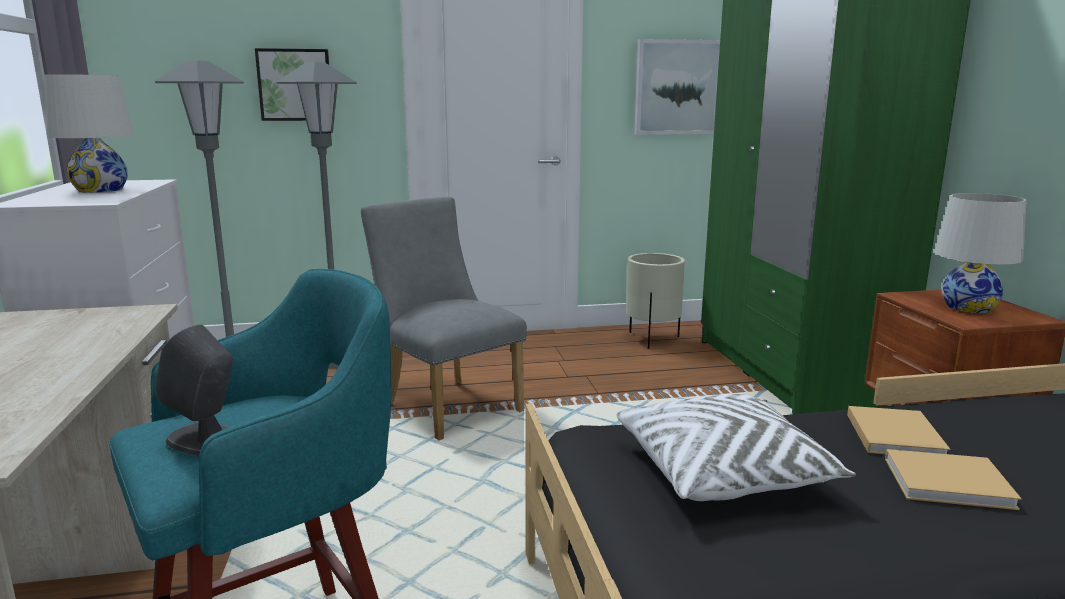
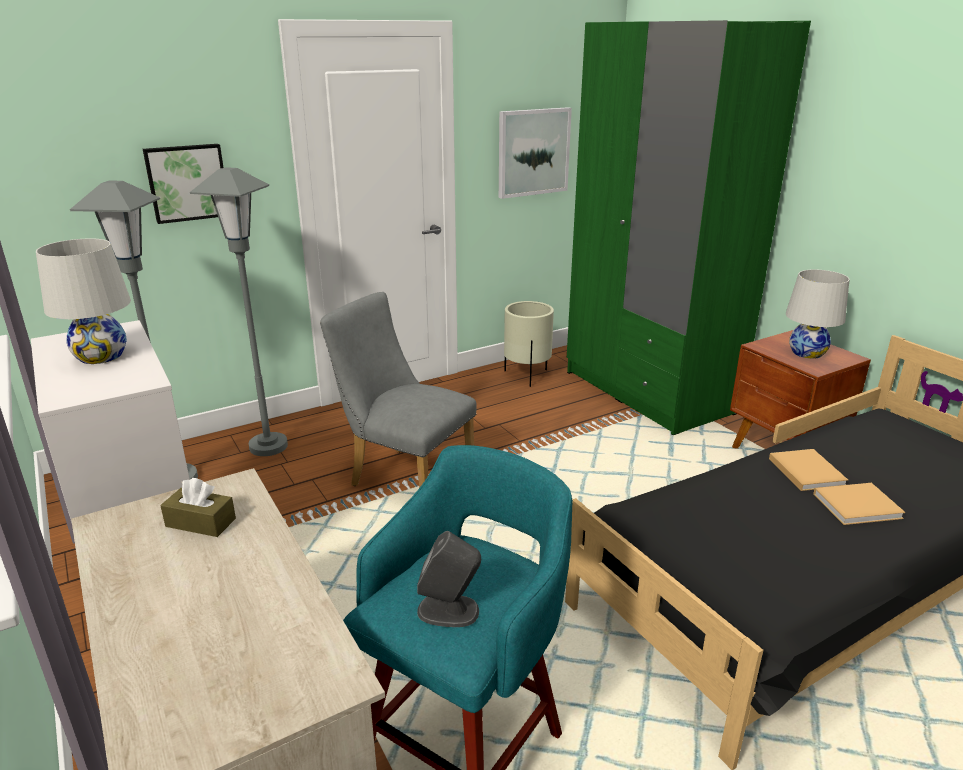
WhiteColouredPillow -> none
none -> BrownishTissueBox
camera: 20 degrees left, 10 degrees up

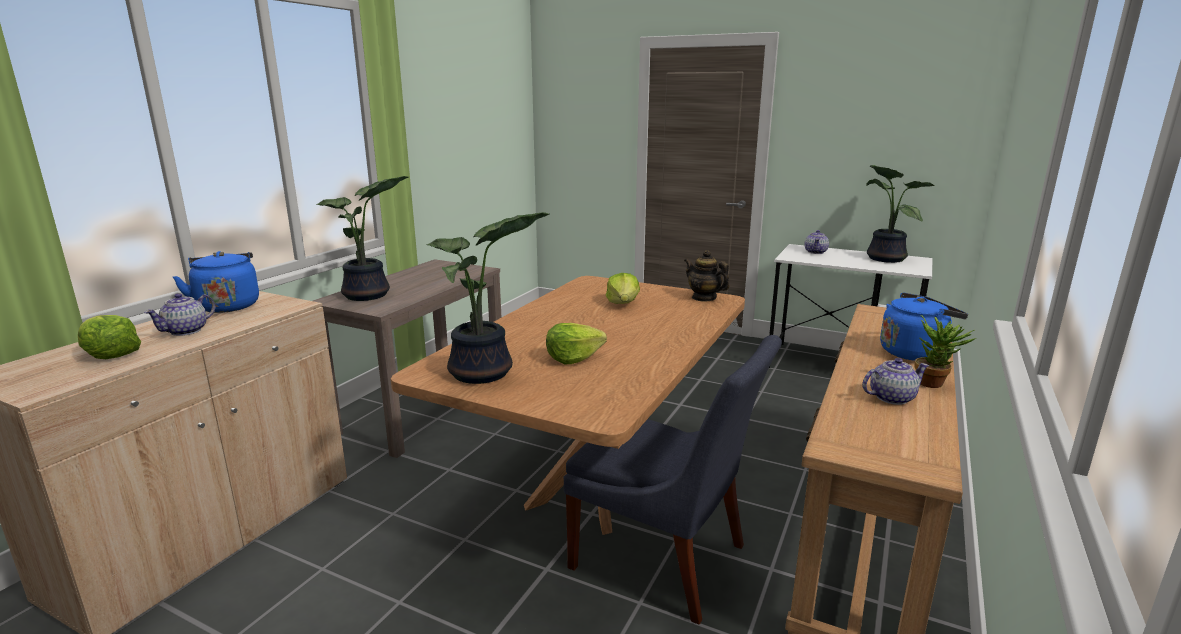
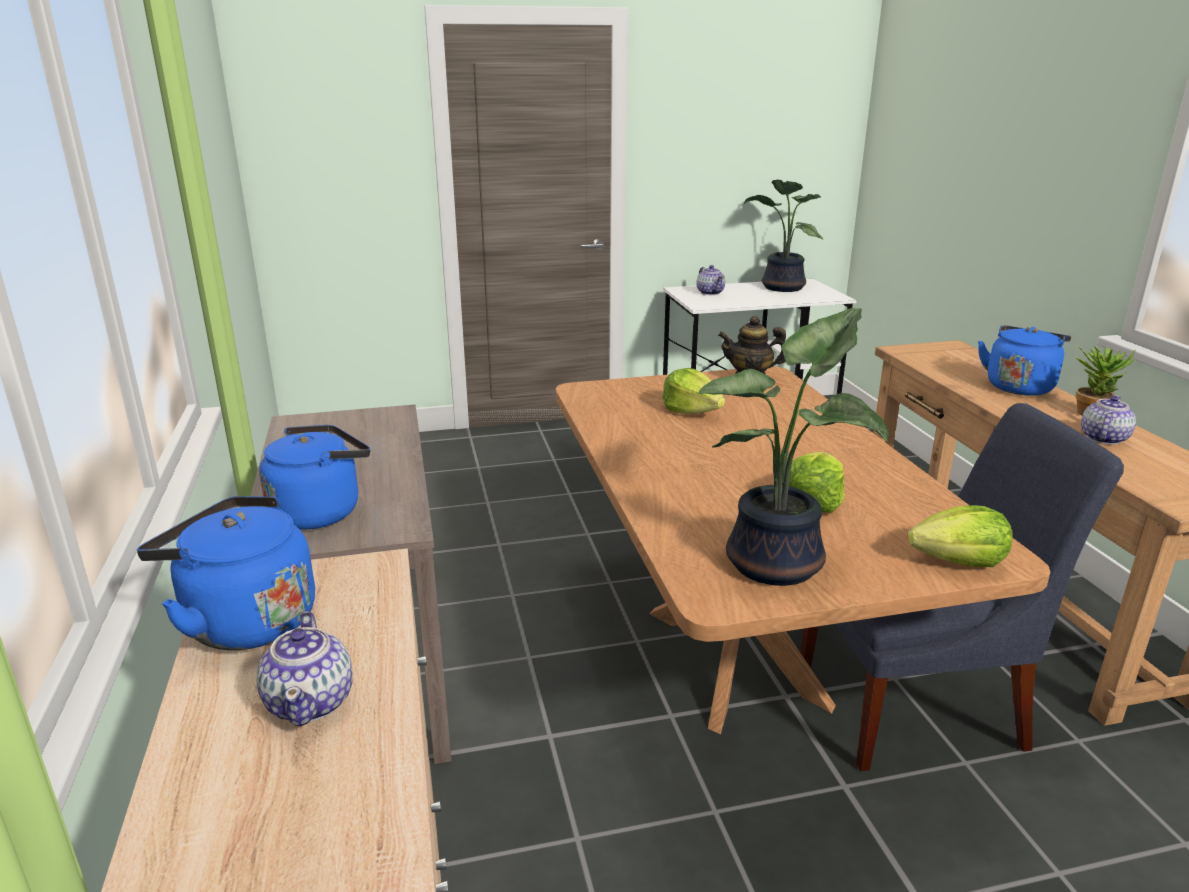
HeadOfLettuce (1st from left in the first image) -> HeadOfLettuce (3rd from left), moved
PlantInAPot (1st from left) -> BlueColouredTeaKettle (2nd from left)
camera: 40 degrees left, 5 degrees up

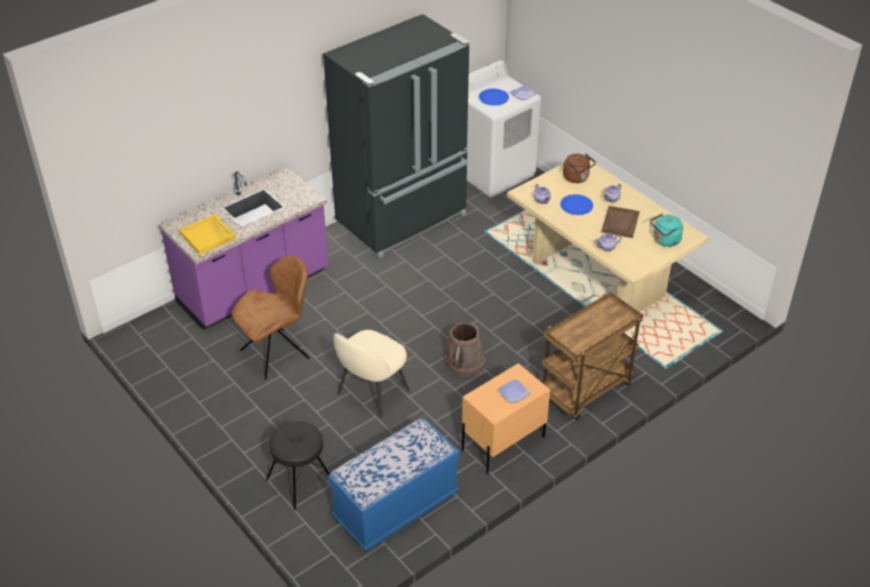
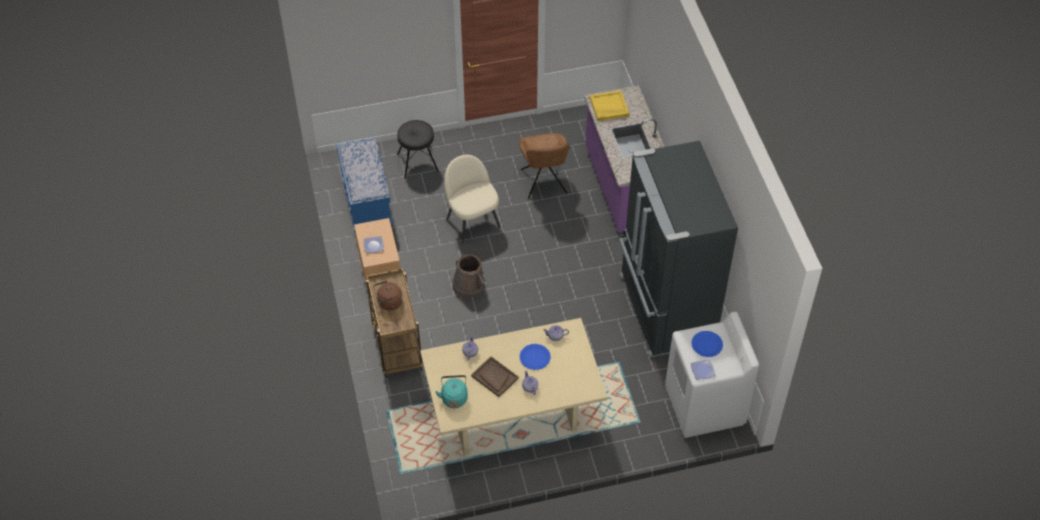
BrownishTeaKettle, moved
camera: 115 degrees right, 10 degrees up

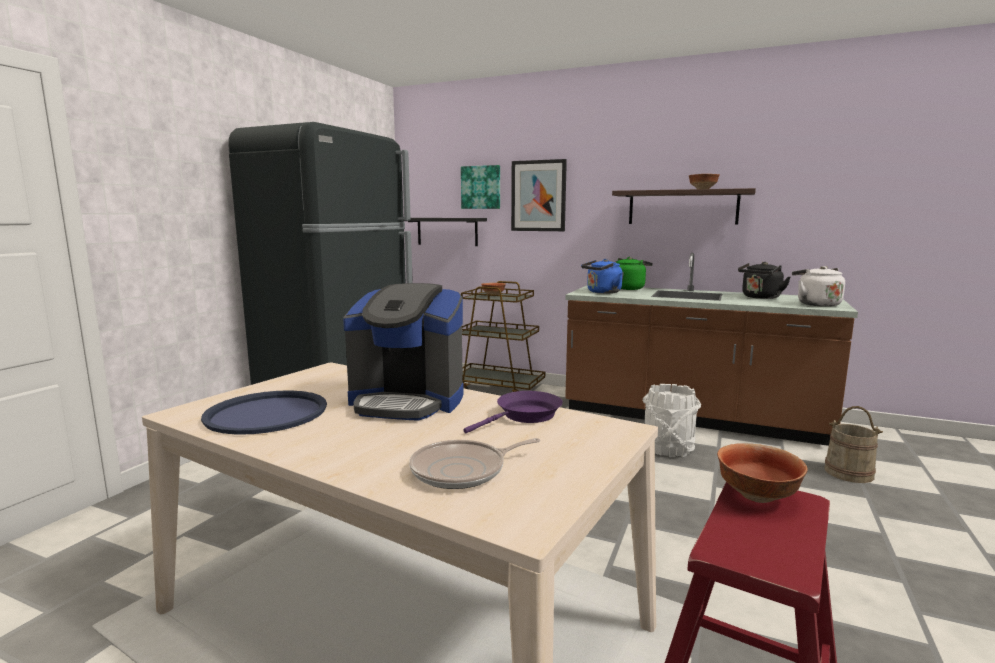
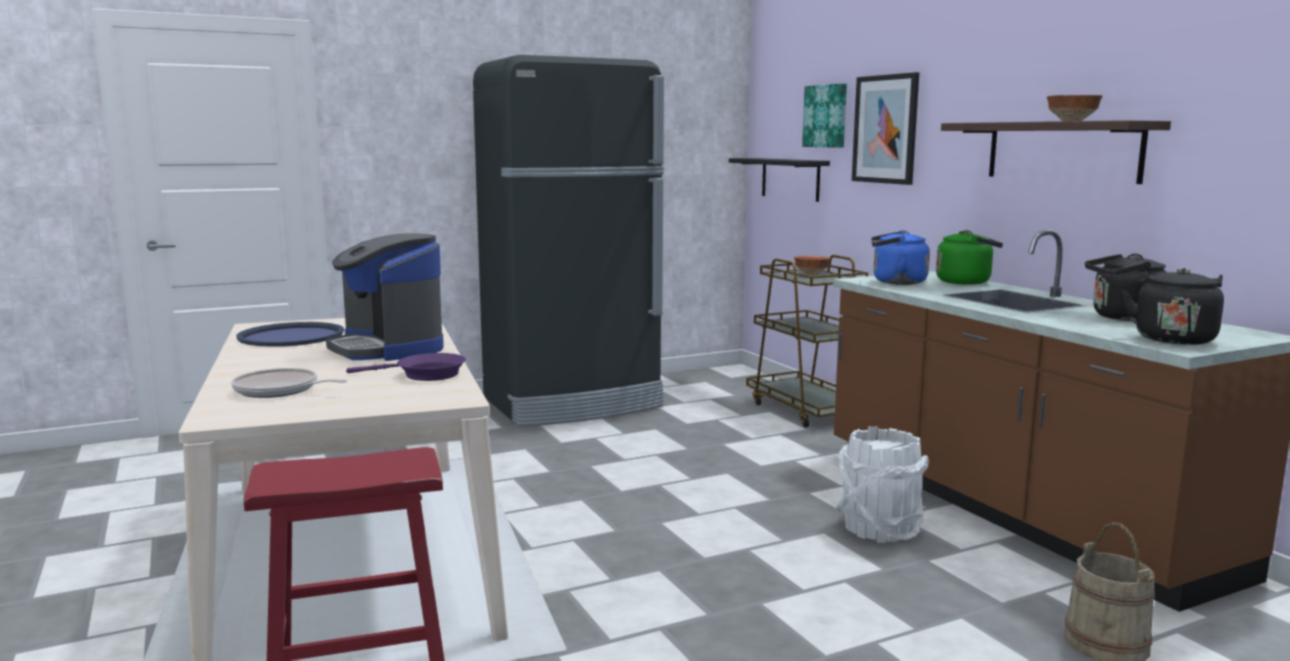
Bowl (3rd from left) -> none
WhiteColouredTeaKettle -> BlackTeaKettle (2nd from left)
camera: 40 degrees right, 0 degrees up

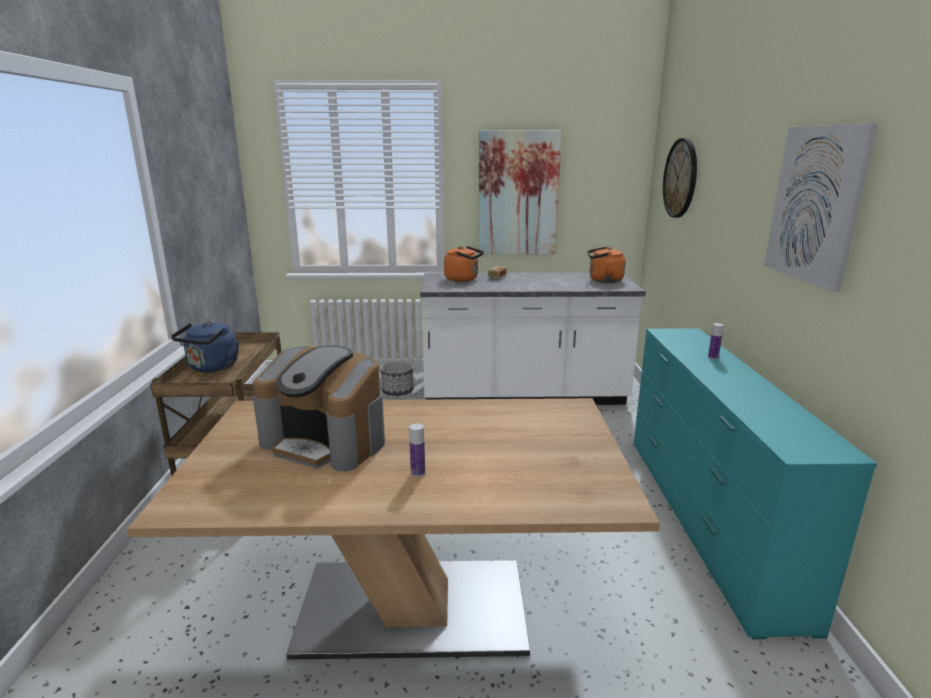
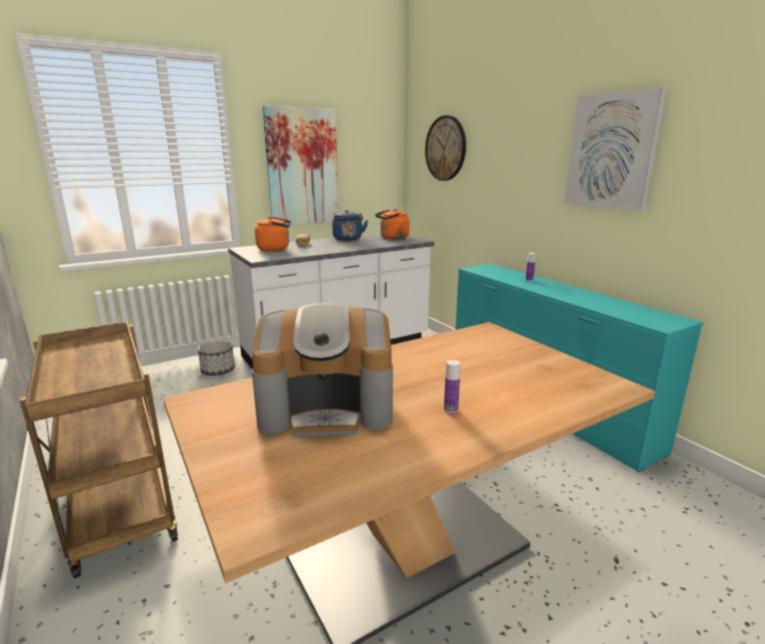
BlueColouredTeaKettle, moved
camera: 30 degrees left, 0 degrees up

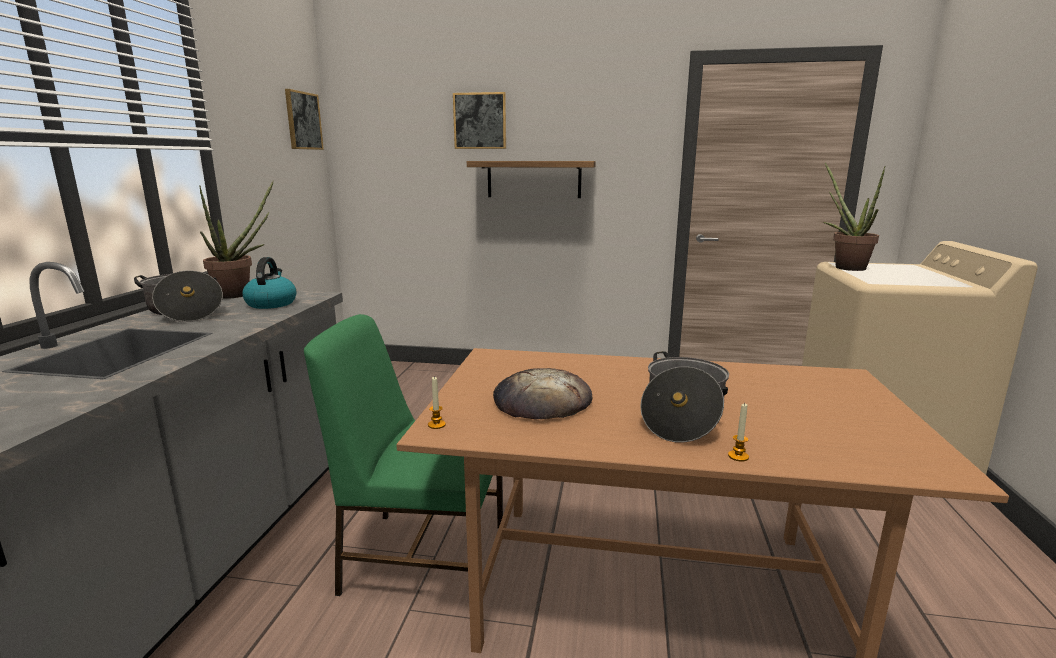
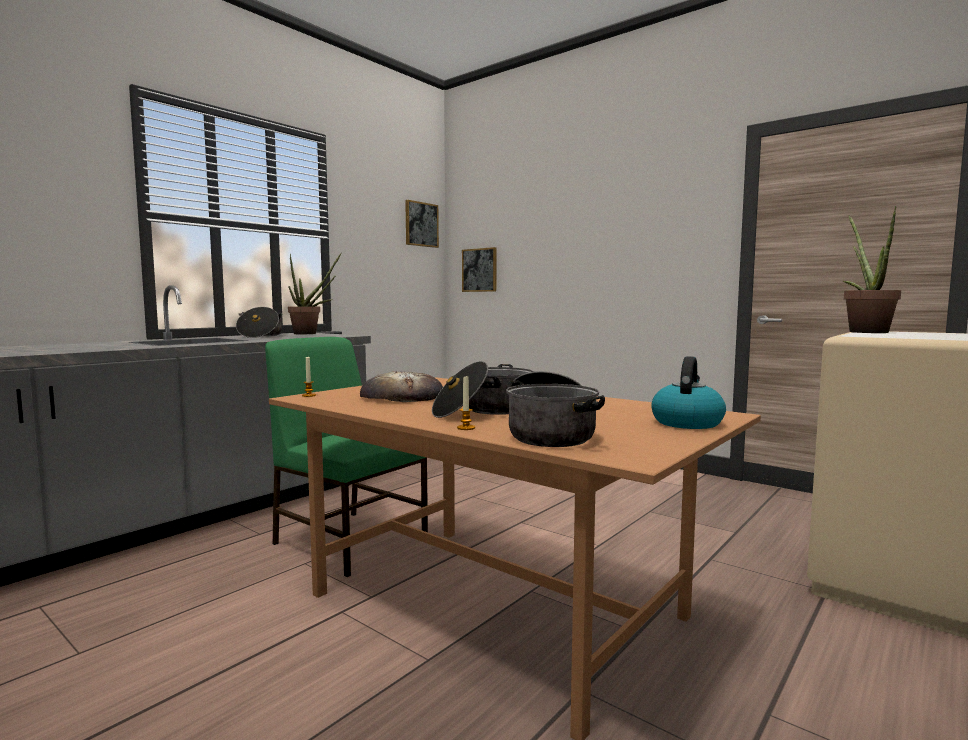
TeaKettle, moved
WallPicture (2nd from left), moved
BracketShelf -> none
none -> Saucepot (3rd from left)
camera: 30 degrees right, 10 degrees down

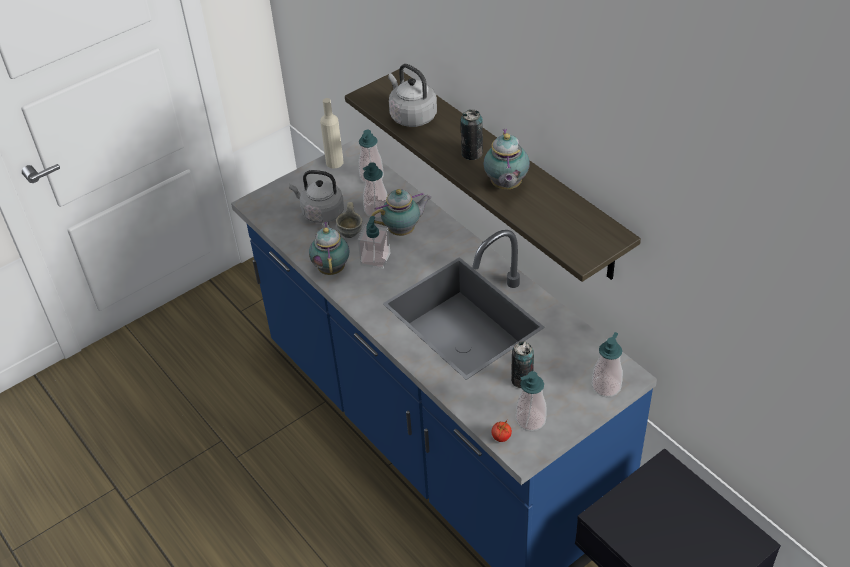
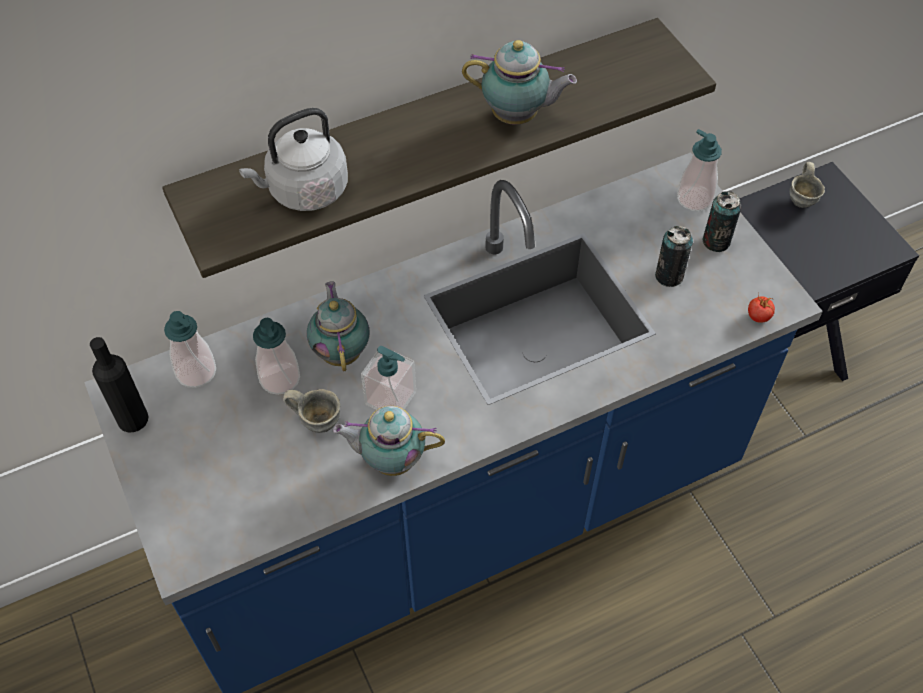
GreyTeaKettle (1st from left) -> none
SandColouredBeverageBottle -> BlackBeverageBottle
SealedCan (1st from left in the first image) -> SealedCan (2nd from left), moved
SoapBottle (4th from left) -> none
none -> GreyCoffeeMug (2nd from left)
camera: 80 degrees left, 10 degrees up

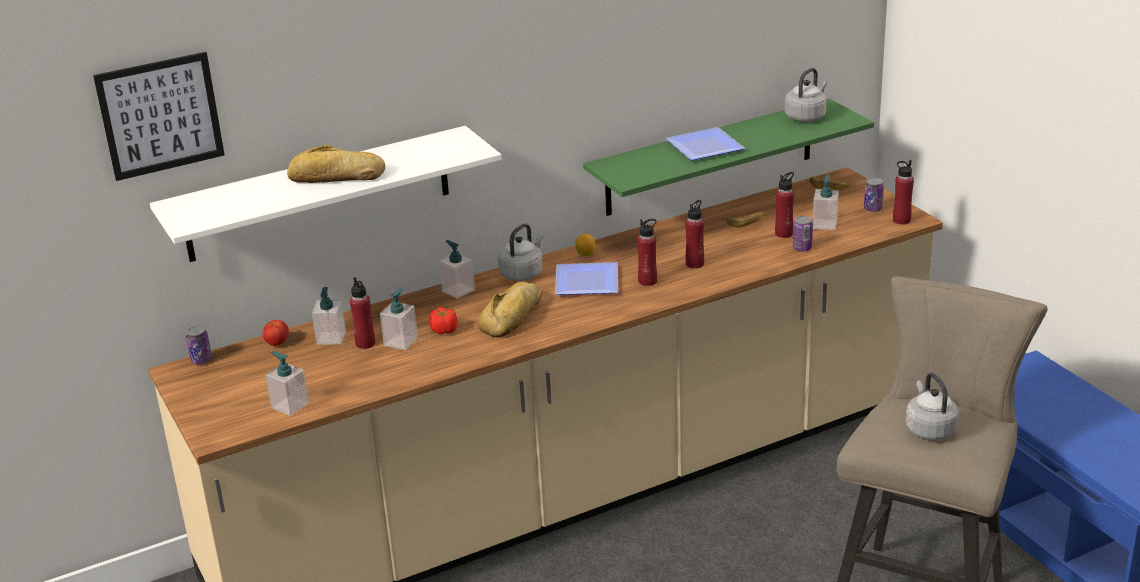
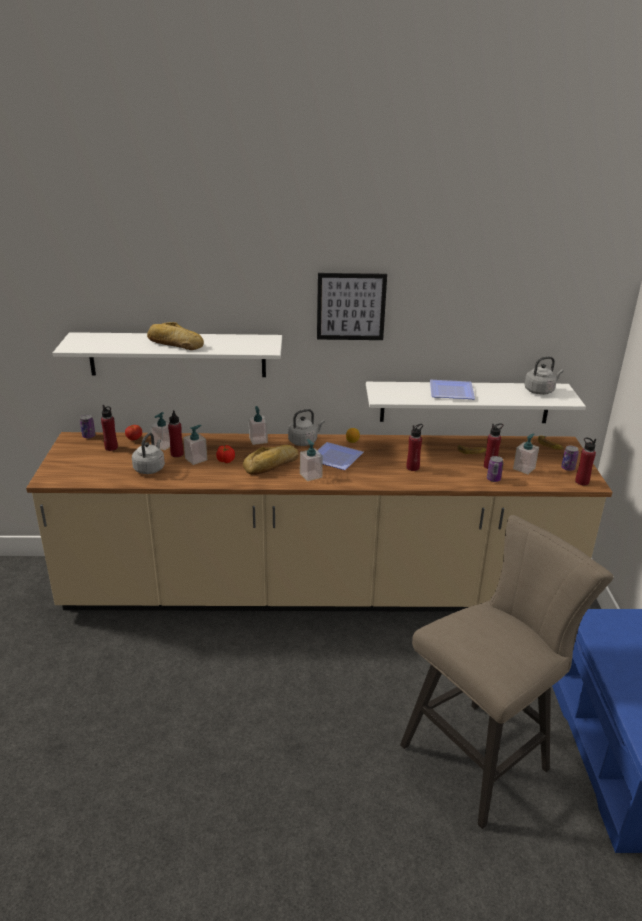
WallPicture, moved
SoapBottle (1st from left in the first image) -> SoapBottle (4th from left), moved
GreenBracketShelf -> WhiteColouredBracketShelf (2nd from left)
ReddishBeverageBottle (2nd from left in the first image) -> ReddishBeverageBottle (1st from left), moved
GreyTeaKettle (3rd from left in the first image) -> GreyTeaKettle (1st from left), moved
camera: 25 degrees right, 0 degrees up

